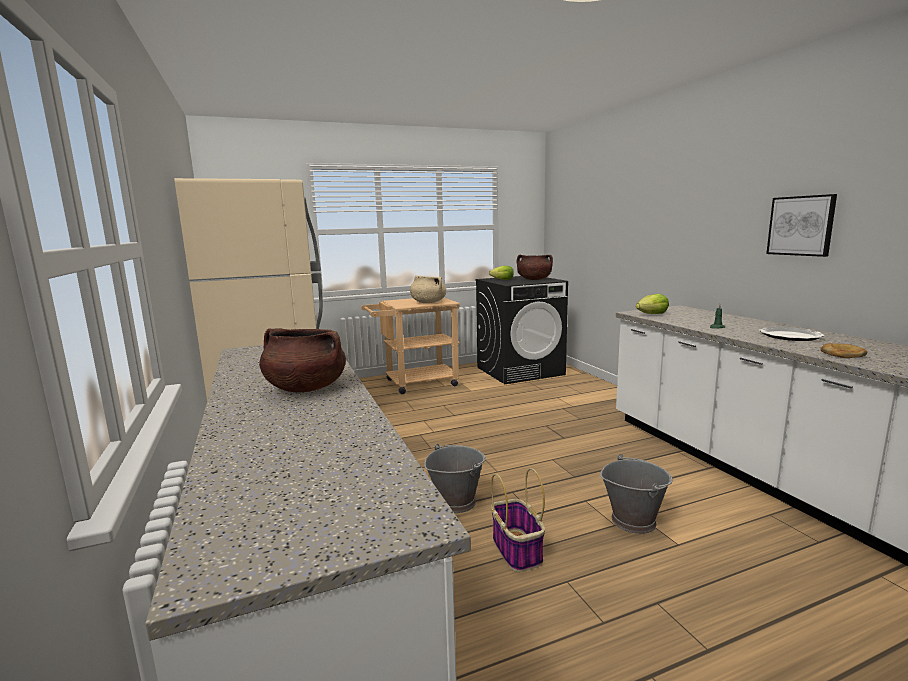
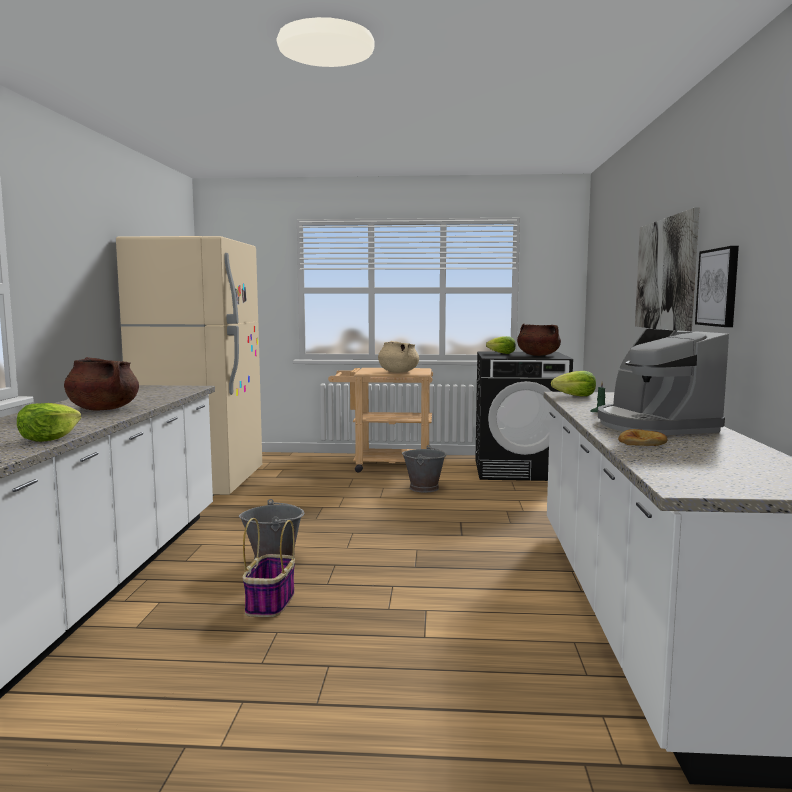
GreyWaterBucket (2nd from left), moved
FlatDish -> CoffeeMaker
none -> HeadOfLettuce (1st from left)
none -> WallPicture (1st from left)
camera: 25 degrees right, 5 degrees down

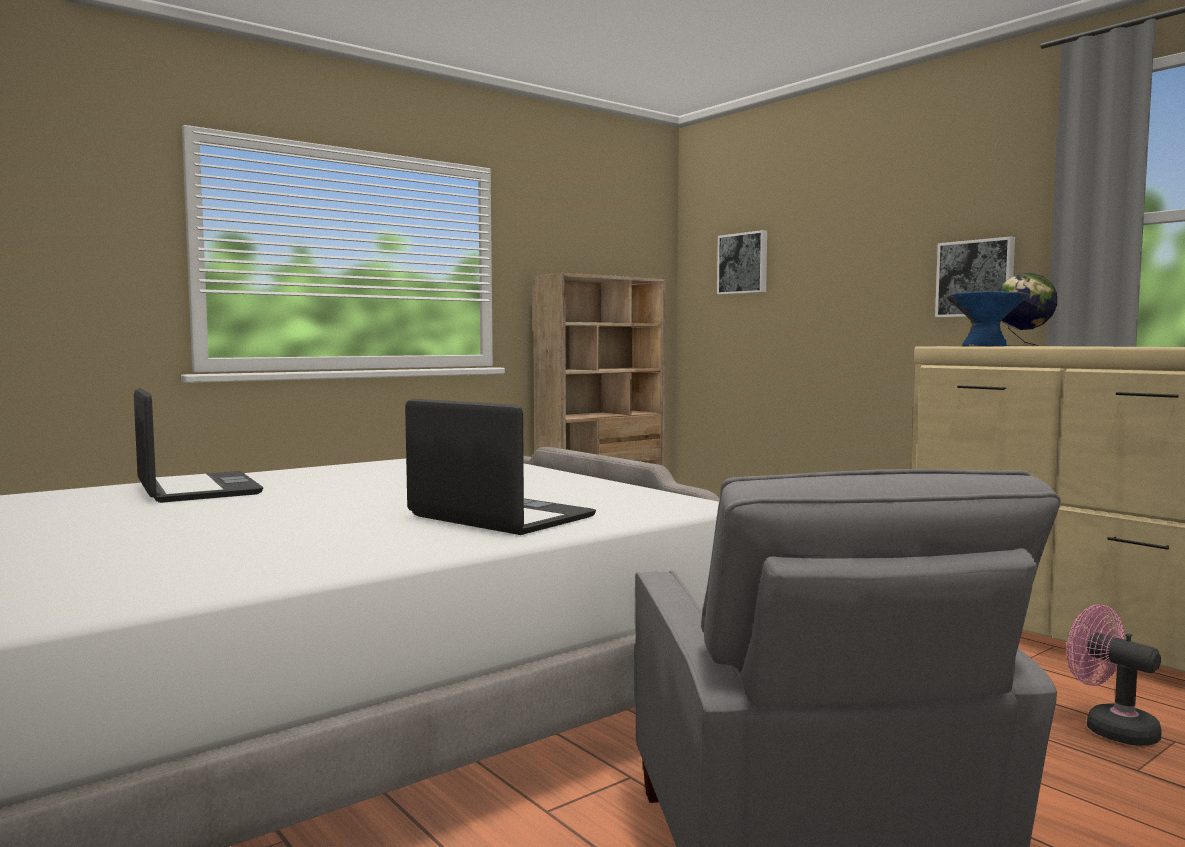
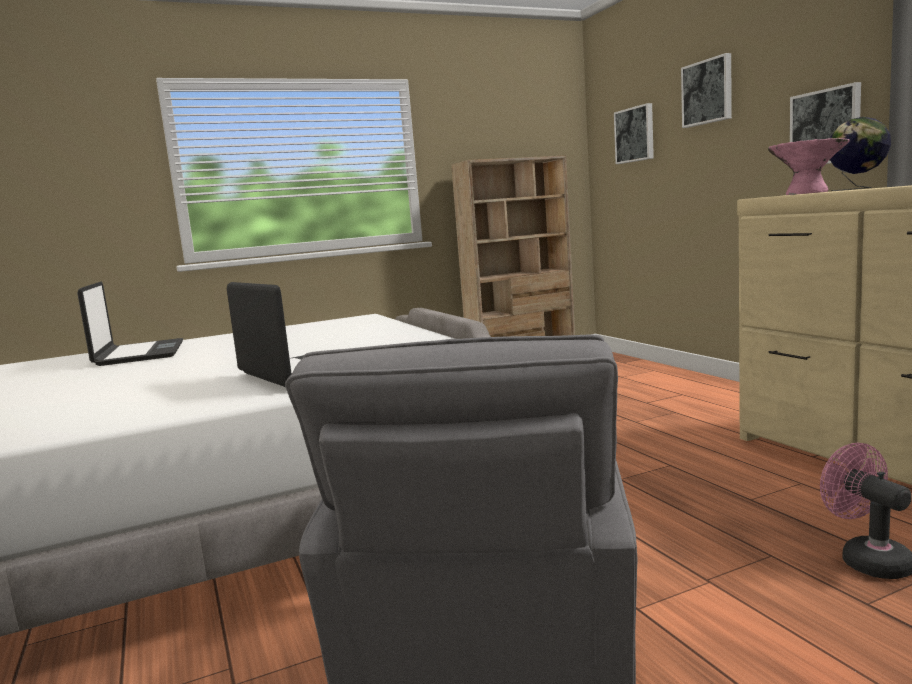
BlueColouredBowl -> PinkColouredBowl
none -> WallPicture (2nd from left)
camera: 15 degrees right, 5 degrees up

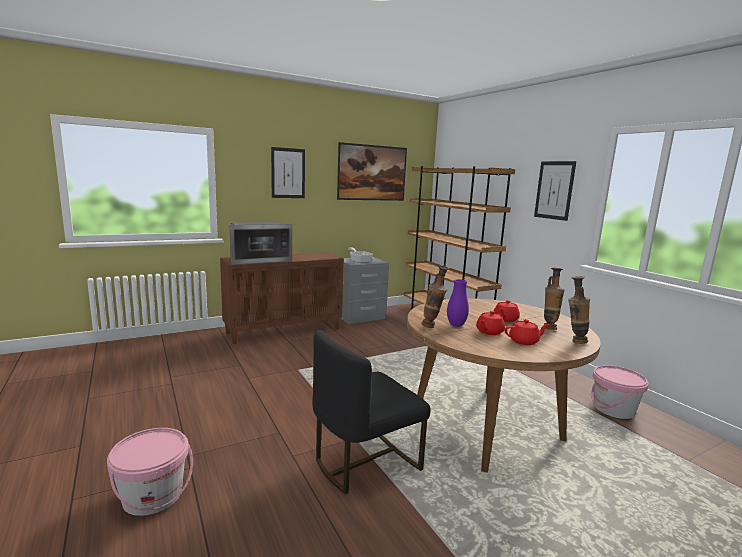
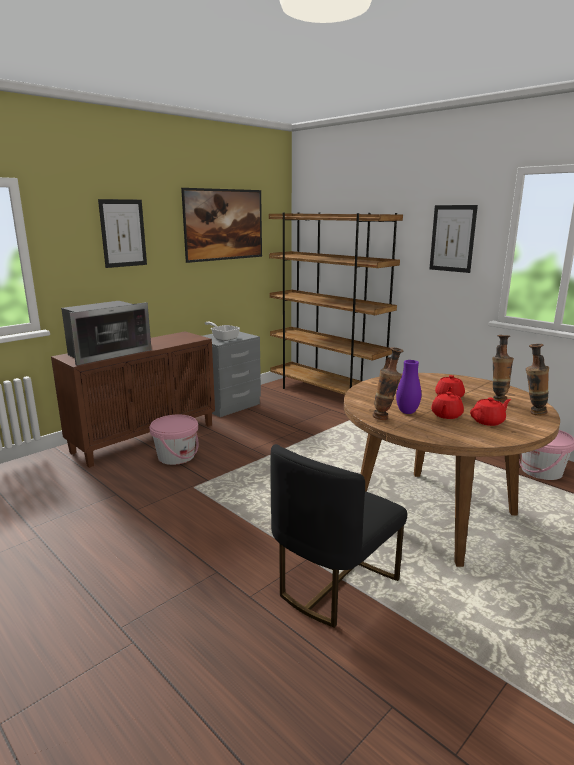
PinkColouredWaterBucket (1st from left), moved
camera: 15 degrees left, 5 degrees up

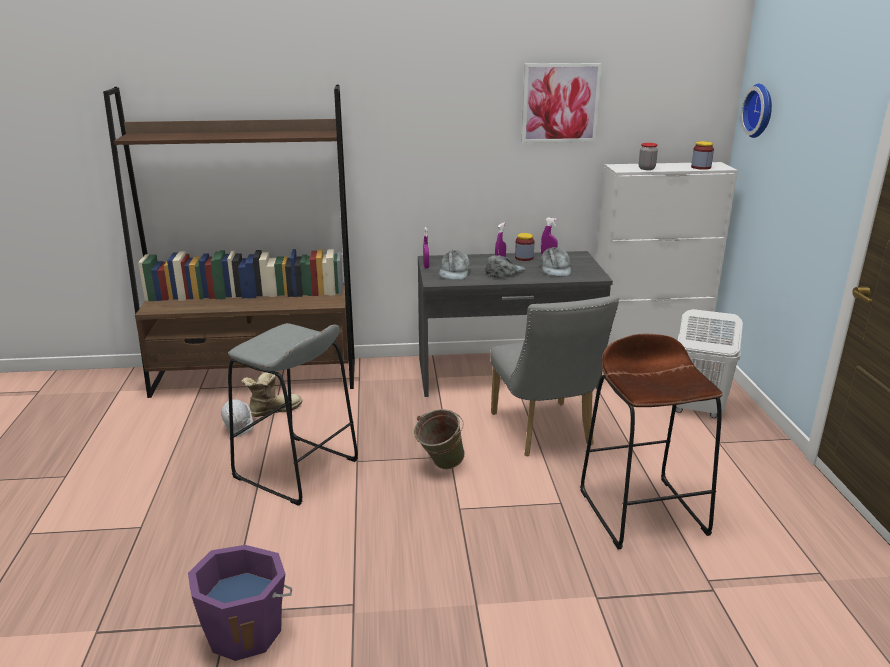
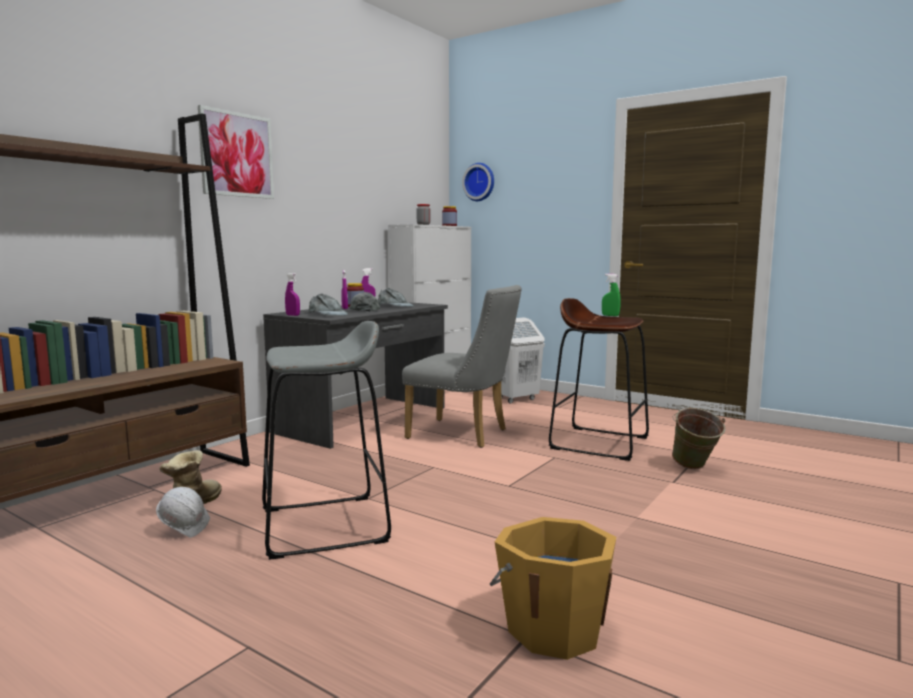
PurplishWaterBucket -> OrangeyWaterBucket
GreenWaterBucket, moved
WallPicture, moved
none -> GreenSprayer
camera: 50 degrees left, 15 degrees down

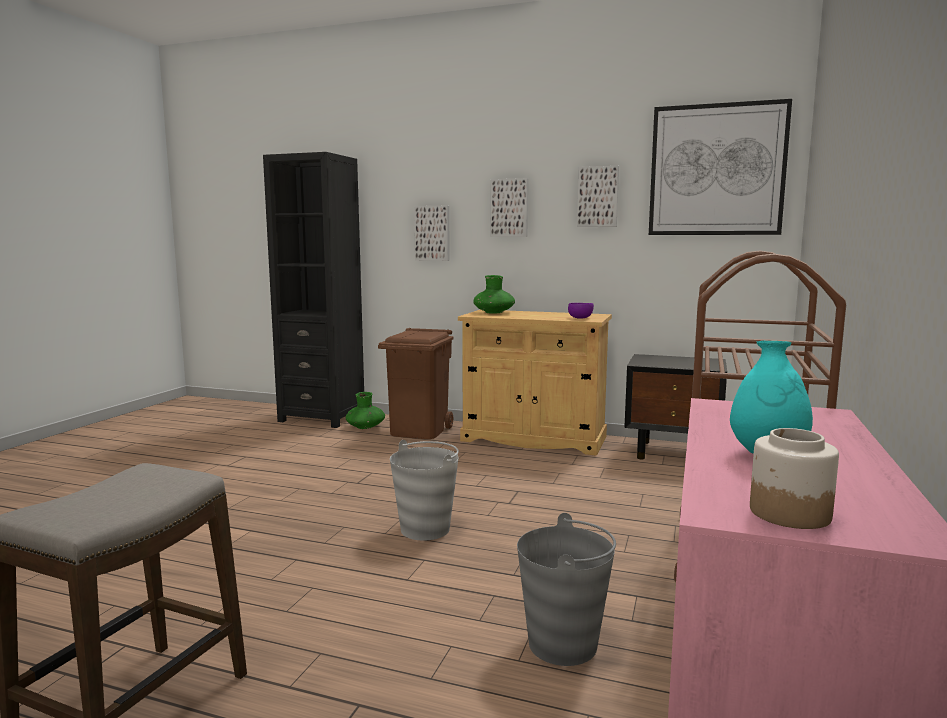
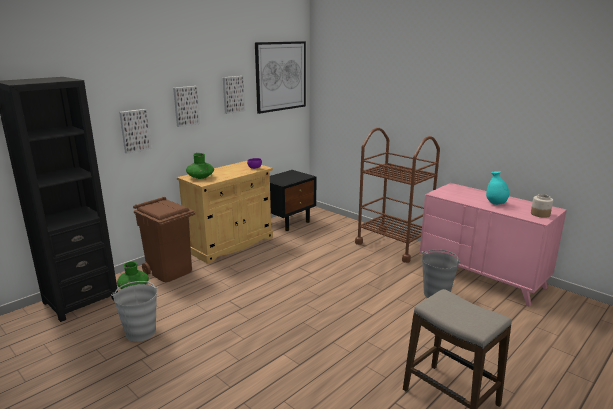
GreyWaterBucket (1st from left), moved
camera: 65 degrees left, 10 degrees up

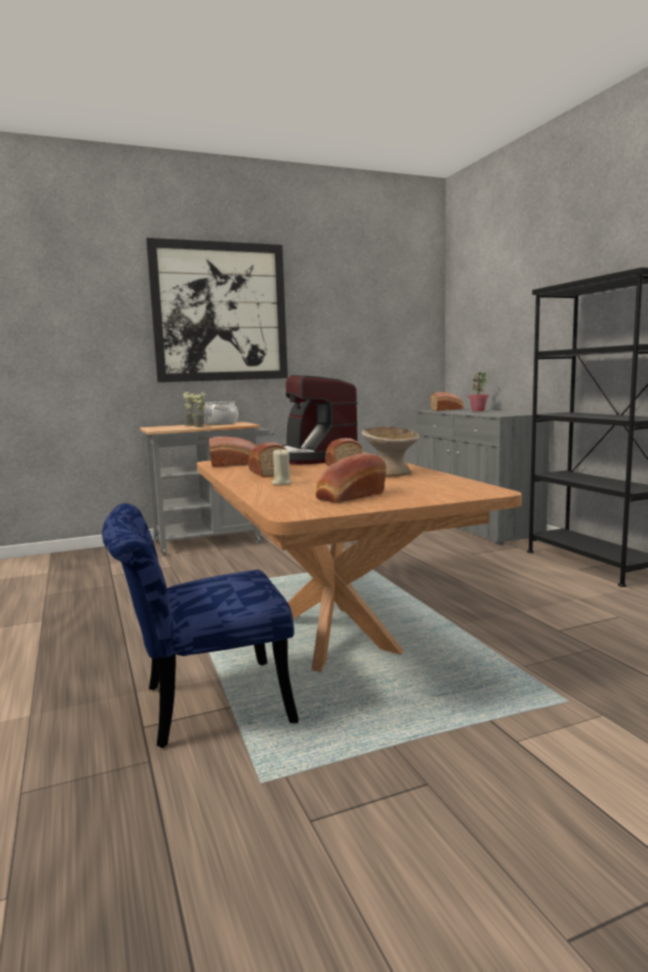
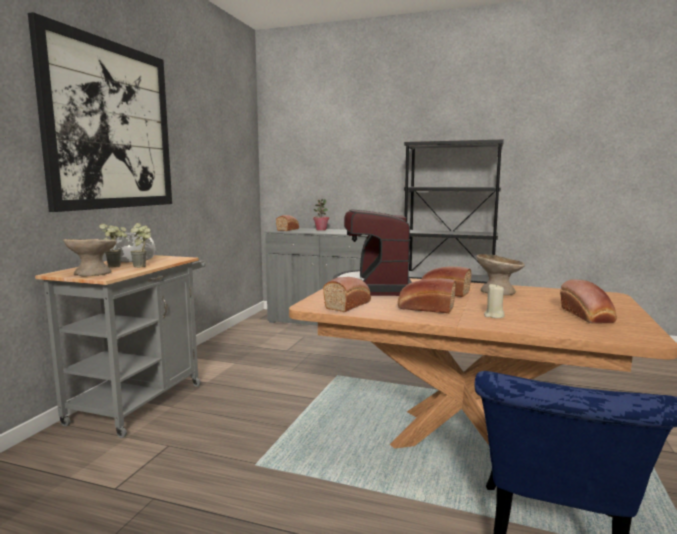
CoffeeMaker, 75 degrees clockwise
none -> SandColouredBowl (1st from left)
camera: 50 degrees left, 0 degrees up

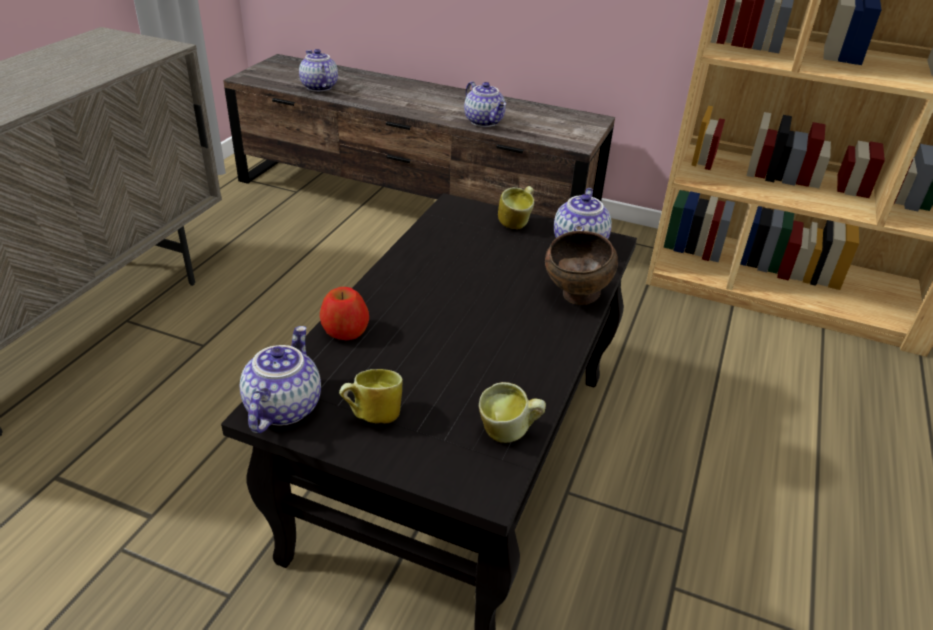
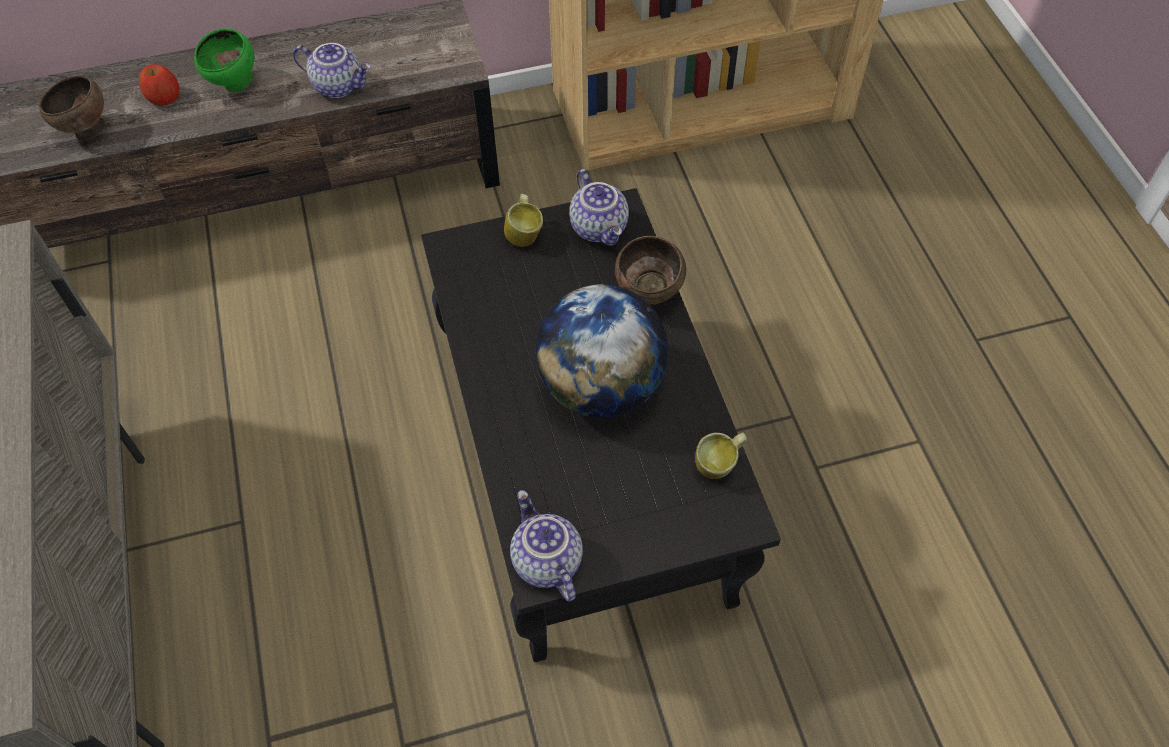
Teapot (2nd from left) -> BrownishBowl (1st from left)
Apple, moved
CoffeeMug (1st from left) -> none
none -> GreenBowl
none -> WorldGlobe
camera: 35 degrees left, 20 degrees up

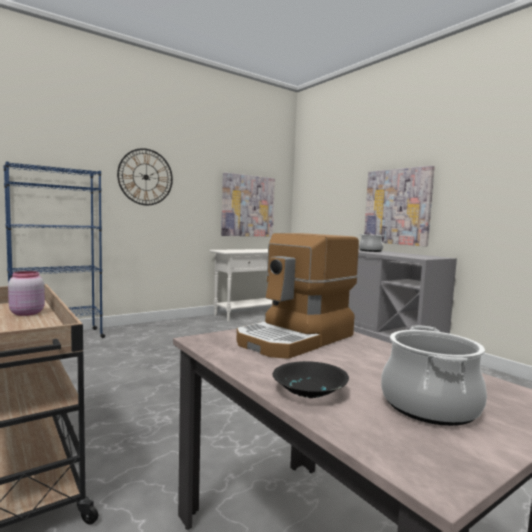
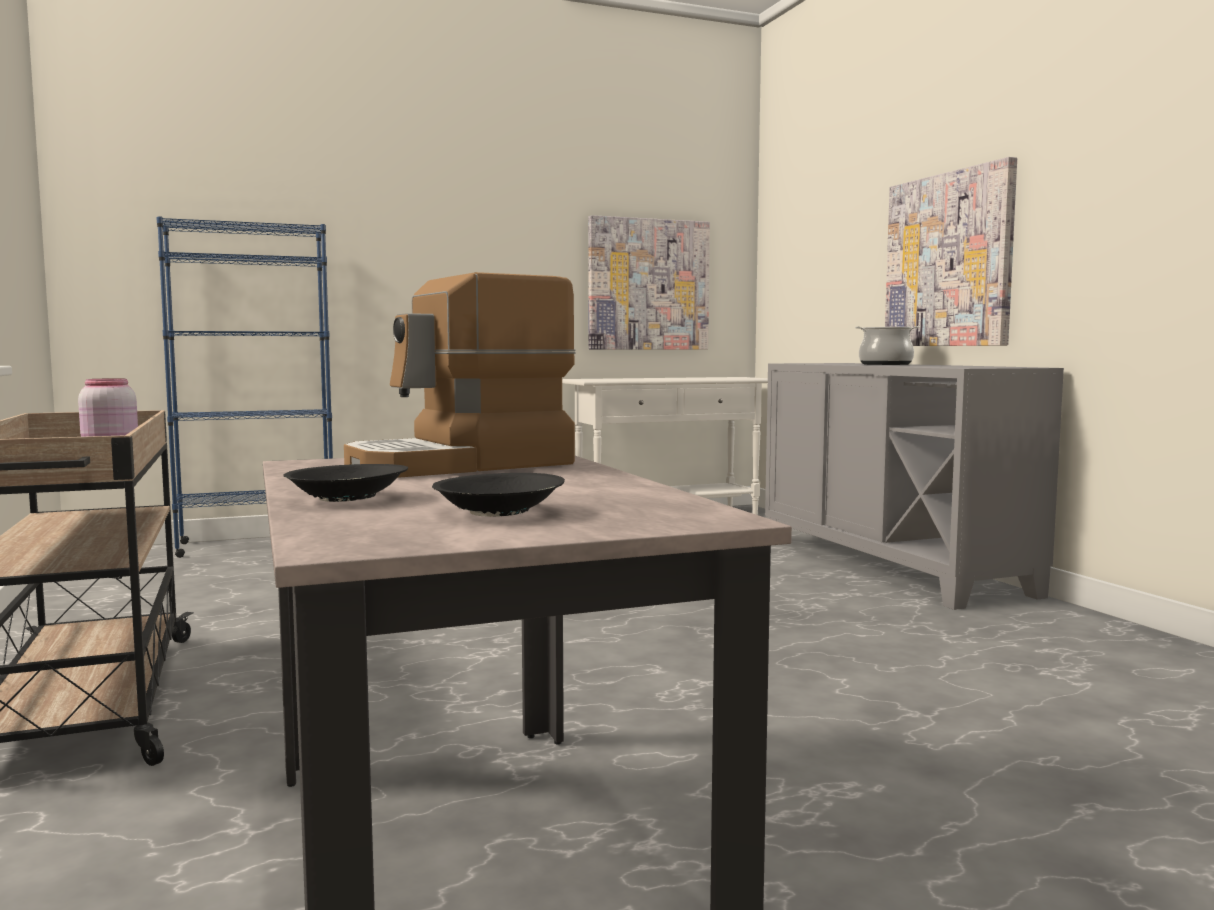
WallClock -> none
Saucepot (2nd from left) -> BlackBowl (2nd from left)
camera: 15 degrees right, 0 degrees up

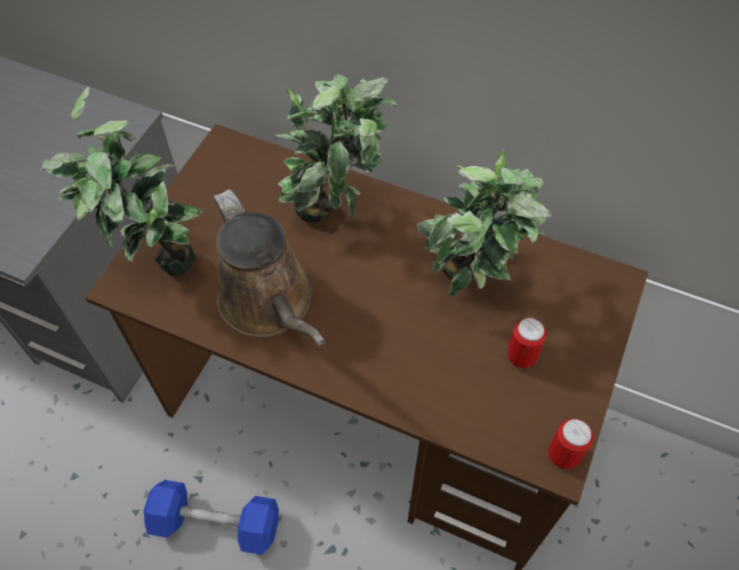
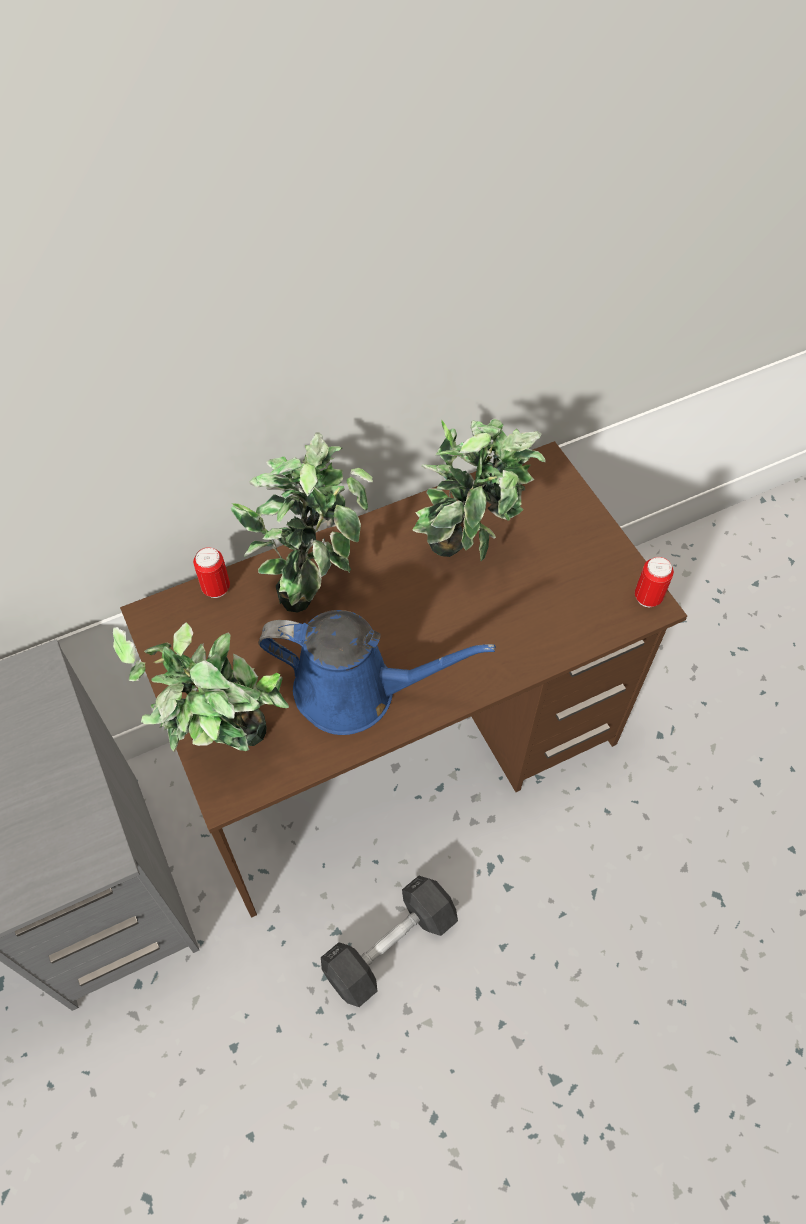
BlueColouredDumbbell -> GreyDumbbell
BrownishSprinklingCan -> BlueColouredSprinklingCan
SealedCan (1st from left), moved
camera: 50 degrees left, 0 degrees up

